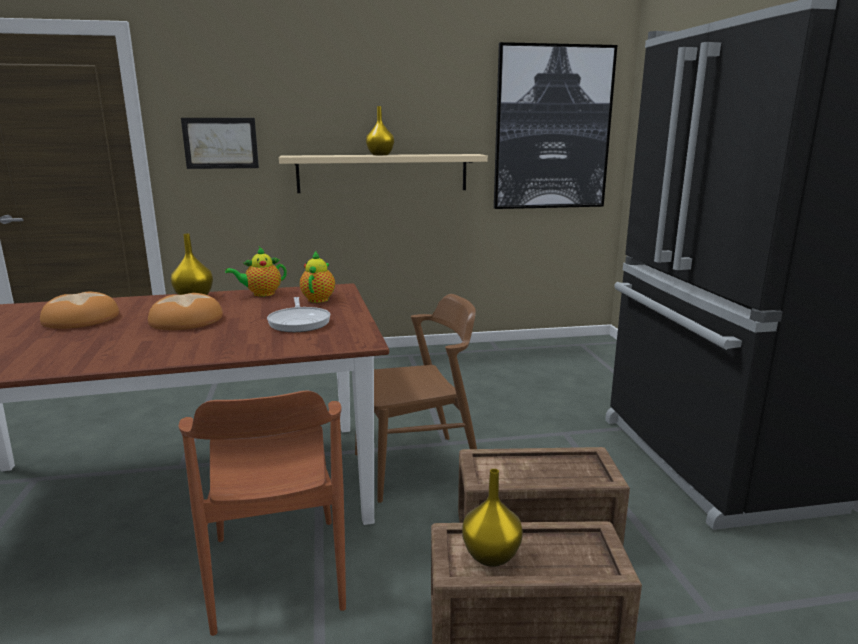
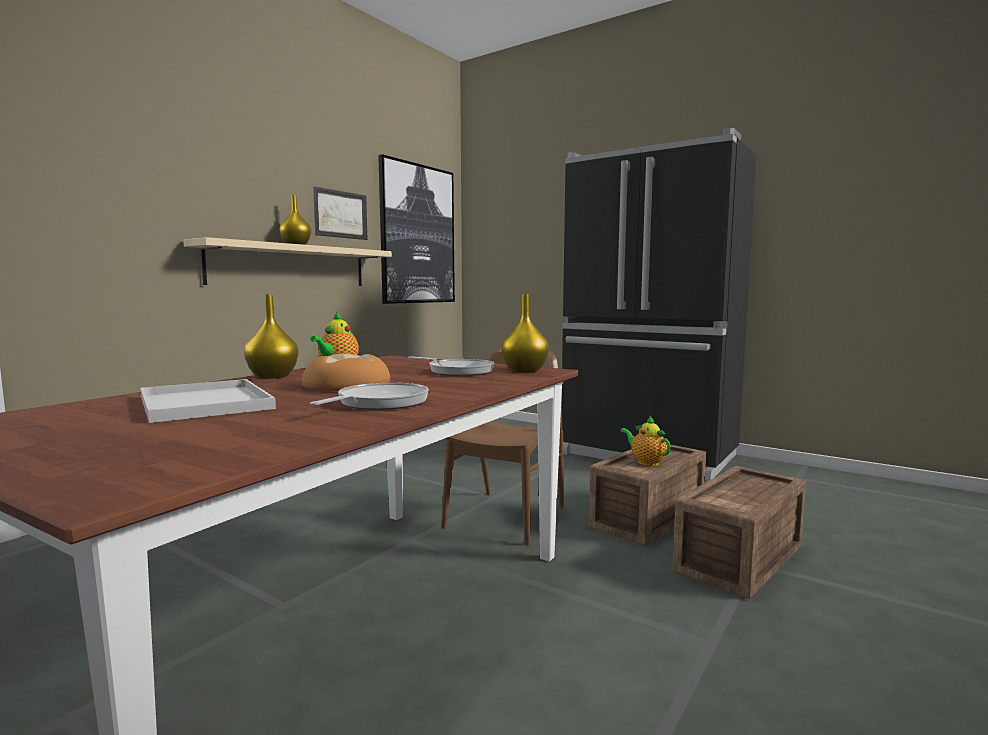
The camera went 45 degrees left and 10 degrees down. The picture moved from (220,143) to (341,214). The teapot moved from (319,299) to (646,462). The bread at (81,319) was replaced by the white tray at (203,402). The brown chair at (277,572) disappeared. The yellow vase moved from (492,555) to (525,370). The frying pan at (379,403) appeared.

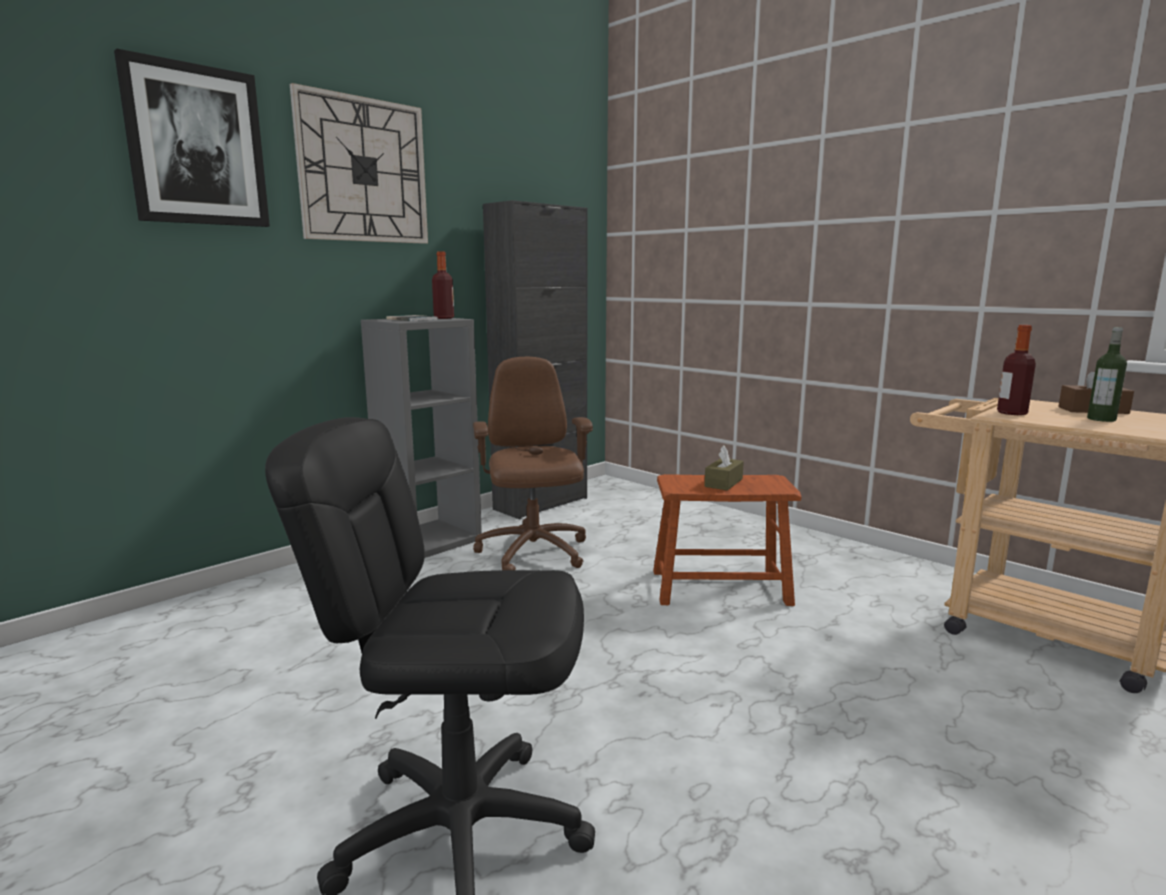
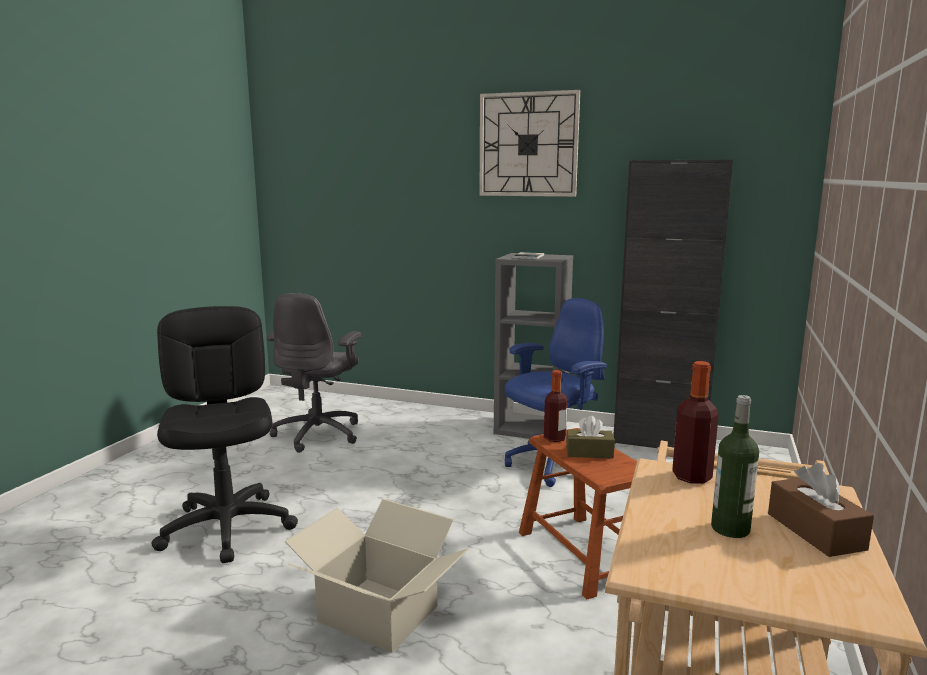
The camera went 65 degrees right and 0 degrees up. The picture at (196,146) disappeared. The bottle moved from (444,318) to (554,438). The brown office chair at (533,553) became the blue office chair at (553,465). The grey office chair at (319,434) appeared. The cardboard box at (377,614) appeared.

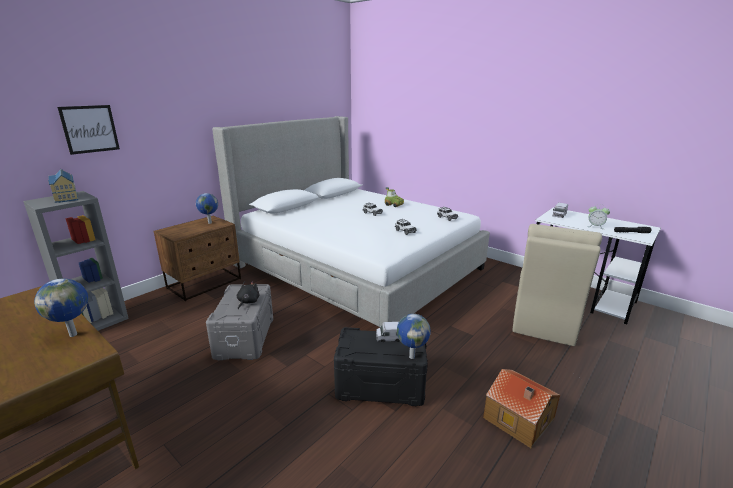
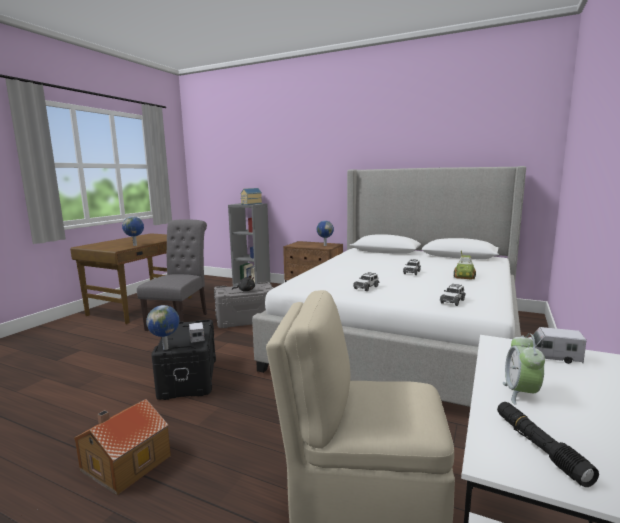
The camera went 75 degrees right and 10 degrees down. The picture at (90,129) disappeared. The grey chair at (180,320) appeared.

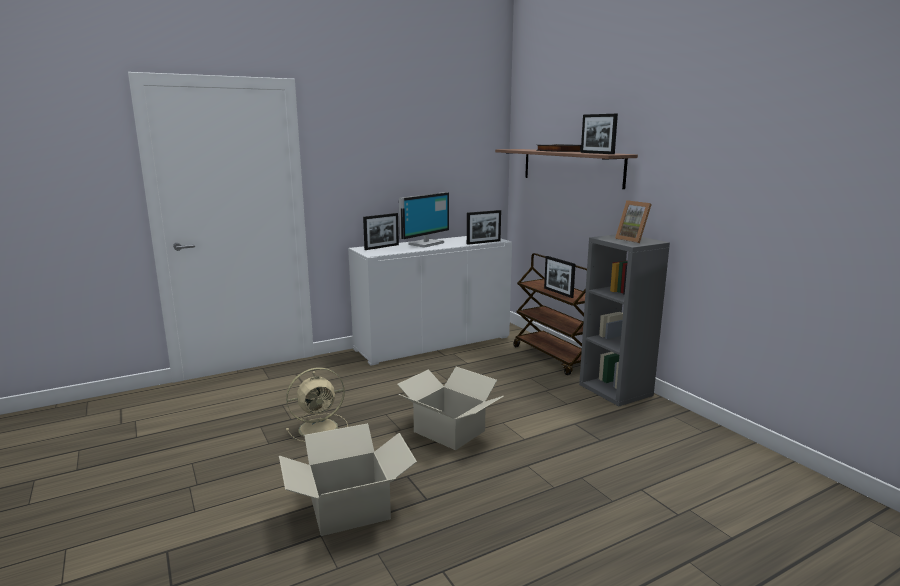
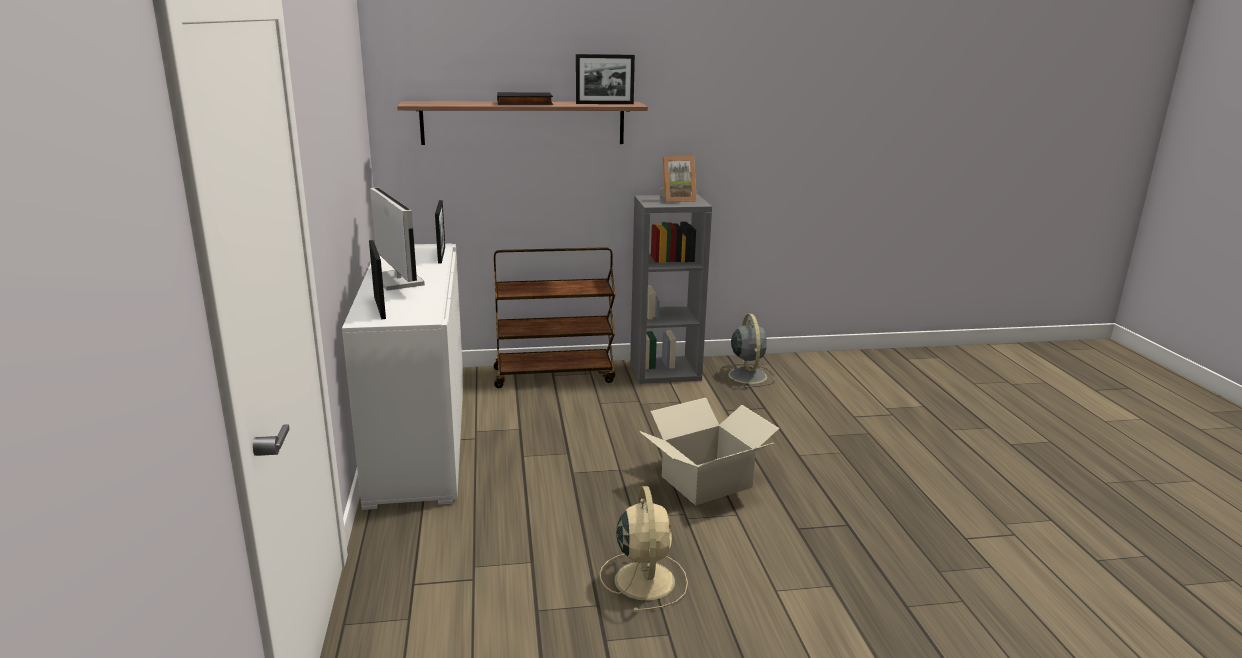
The camera went 70 degrees left and 5 degrees up. The picture frame at (558,292) disappeared. The cardboard box at (349,508) disappeared. The grey fan at (747,375) appeared.

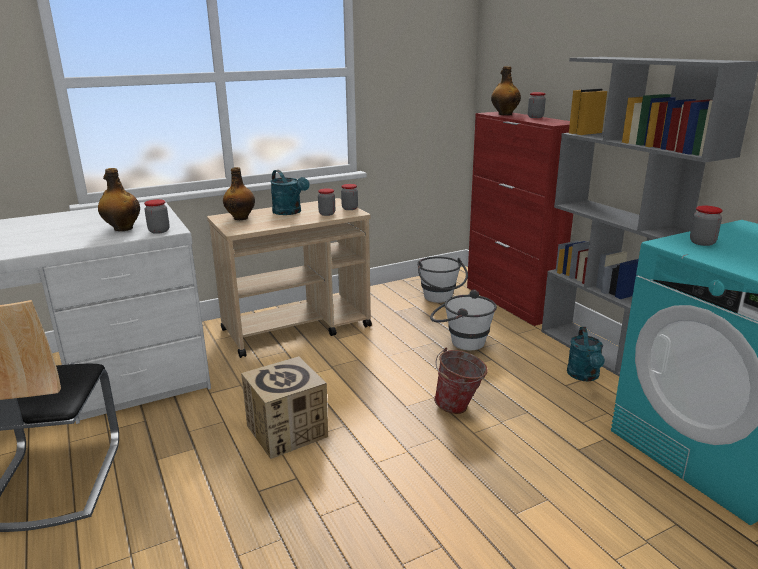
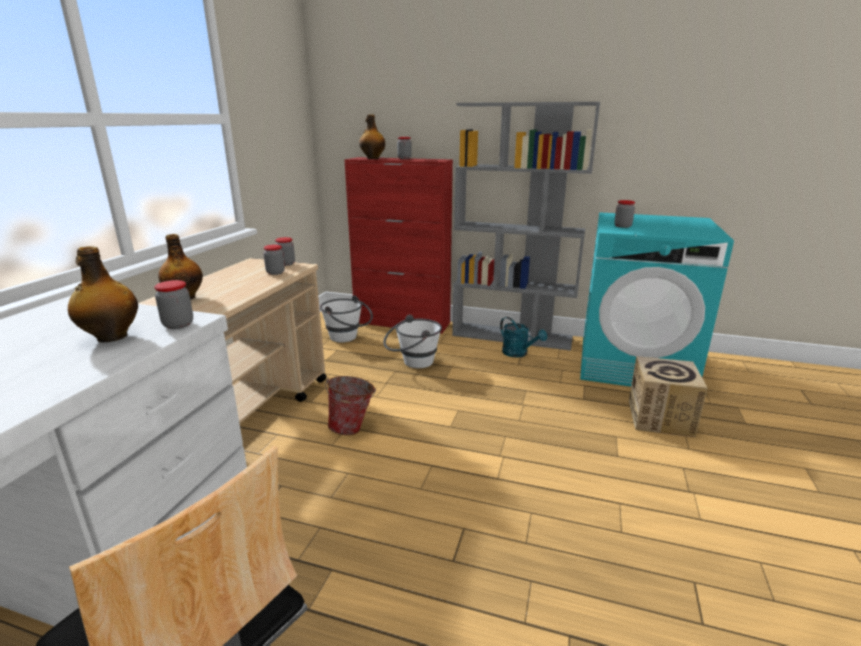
The camera went 45 degrees left and 0 degrees up. The turquoise watering can at (290,212) disappeared. The bucket moved from (459,408) to (353,428). The cardboard box moved from (287,431) to (660,418).

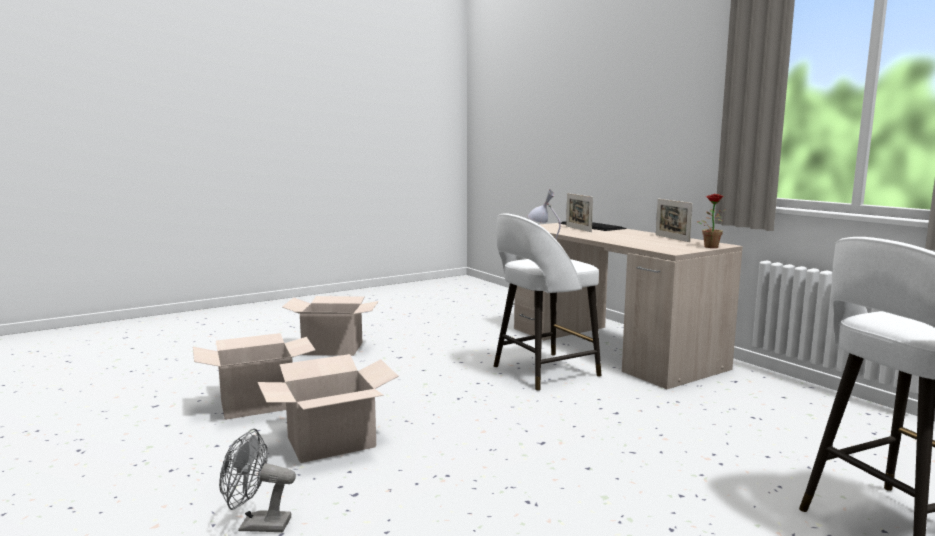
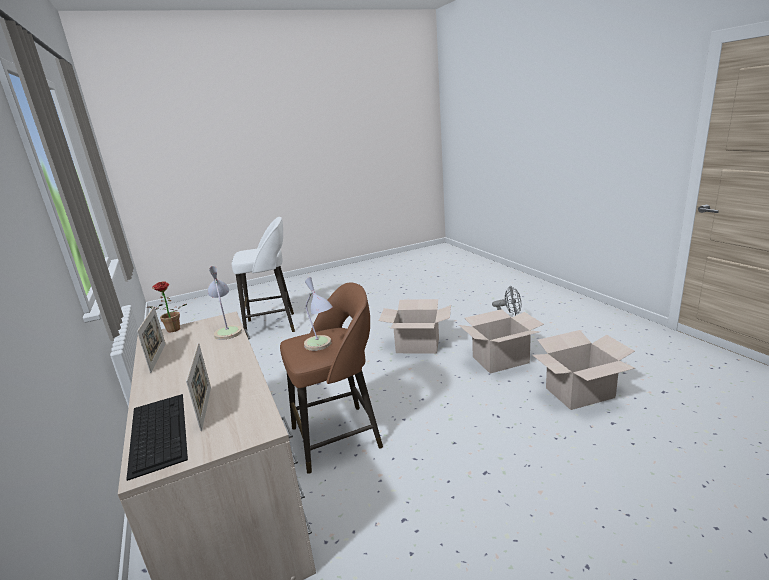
The camera went 170 degrees left and 10 degrees up. The white stool at (543,372) became the brown stool at (339,436). The cardboard box moved from (332,349) to (418,345). The table lamp at (227,331) appeared.

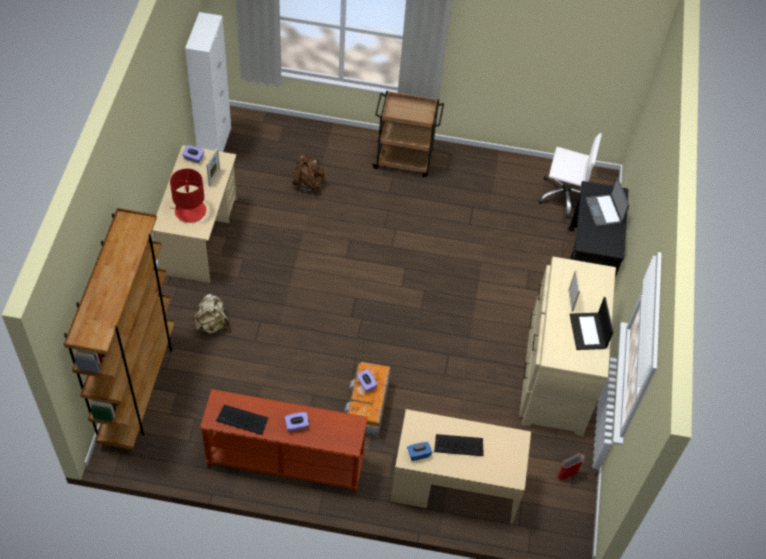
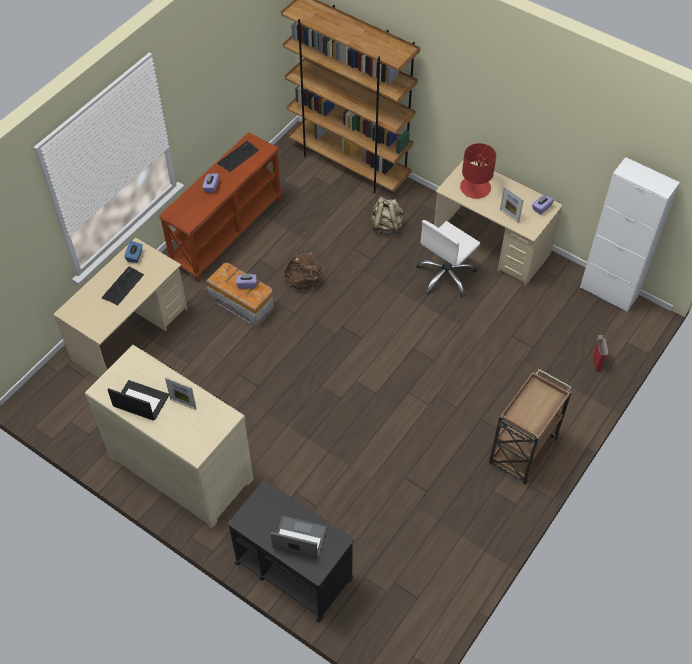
The camera went 120 degrees right and 0 degrees up. The white office chair moved from (564,195) to (446,276). The brown backpack moved from (309,183) to (304,281). The cardboard box moved from (567,475) to (596,363).

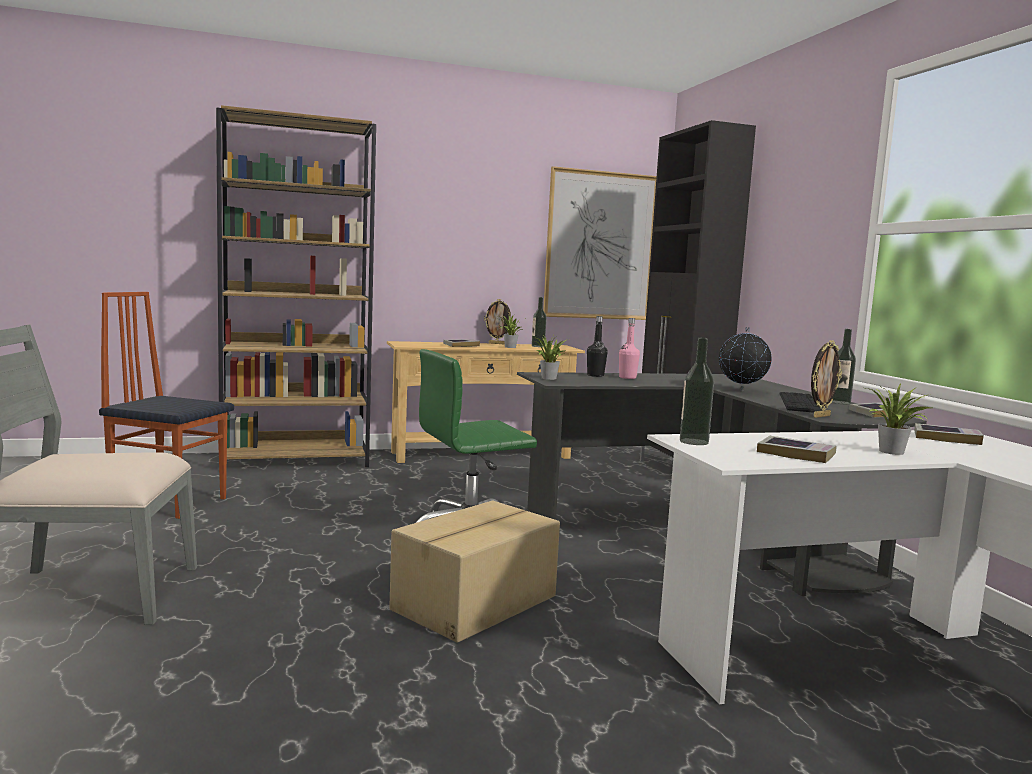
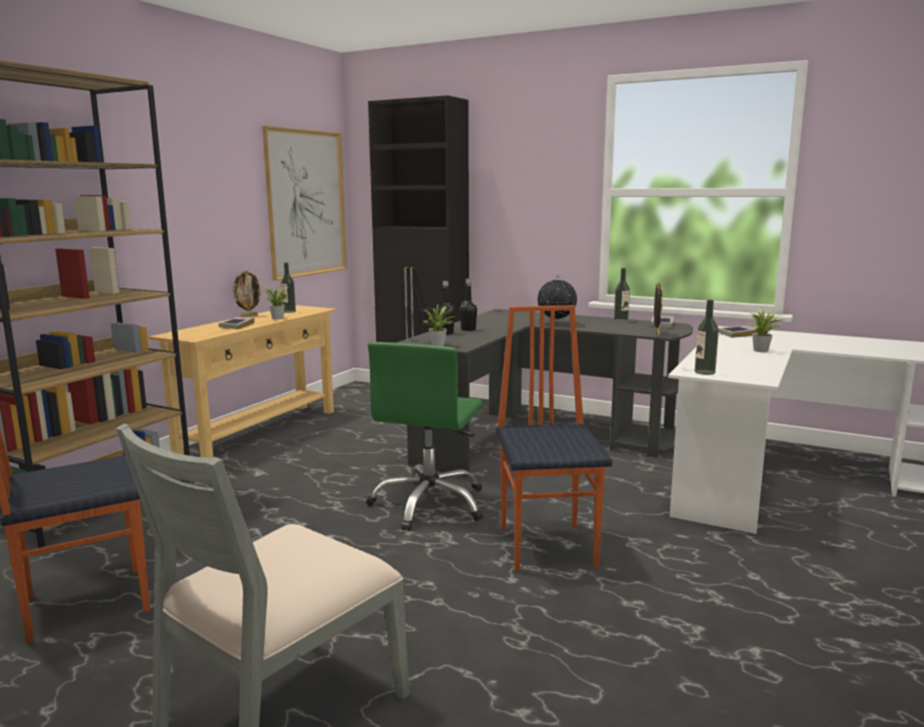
The camera went 45 degrees left and 5 degrees up. The pink bottle at (627,377) became the black bottle at (468,330). The keyboard at (799,402) disappeared. The book at (796,454) disappeared. The cardboard box at (477,603) was replaced by the chair at (549,546).

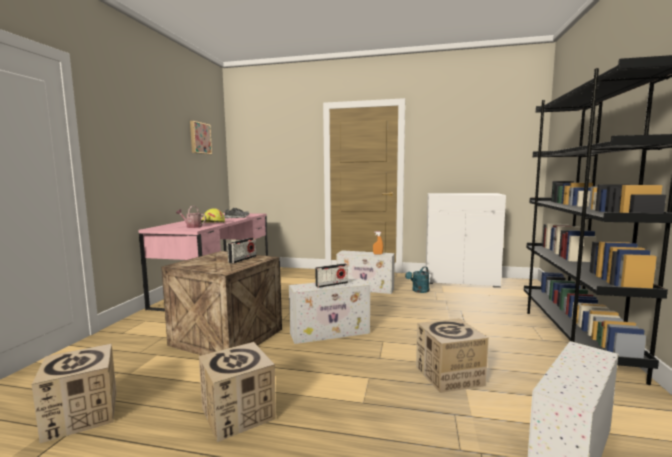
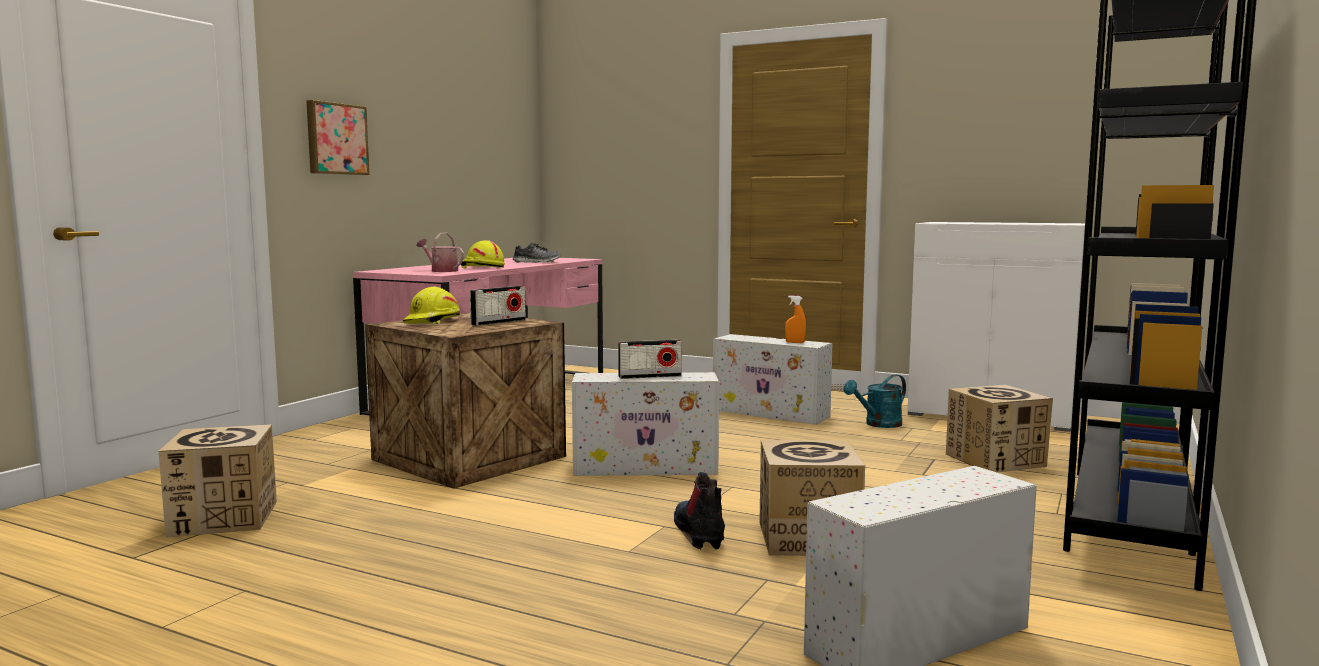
The camera went 15 degrees right and 0 degrees up. The picture moved from (199,138) to (336,139). The cardboard box moved from (238,413) to (995,460). The yellow hard hat at (433,321) appeared. The boot at (700,534) appeared.

